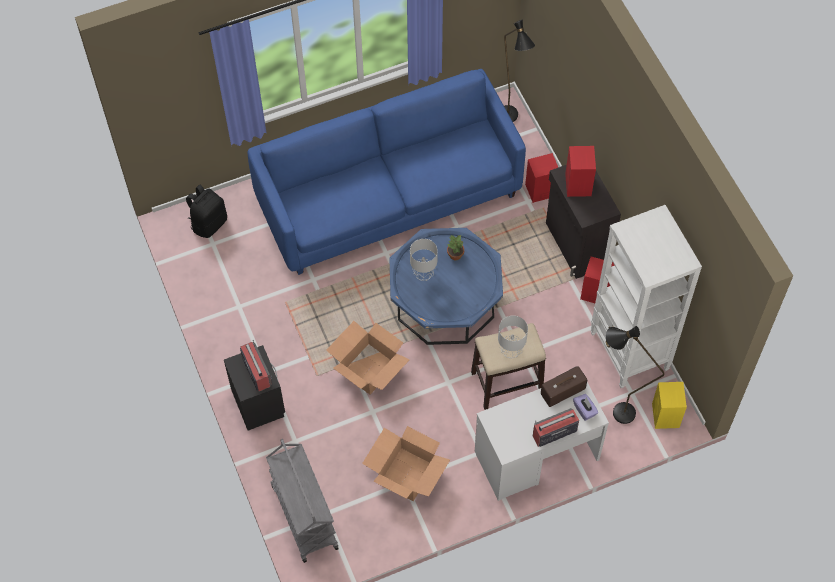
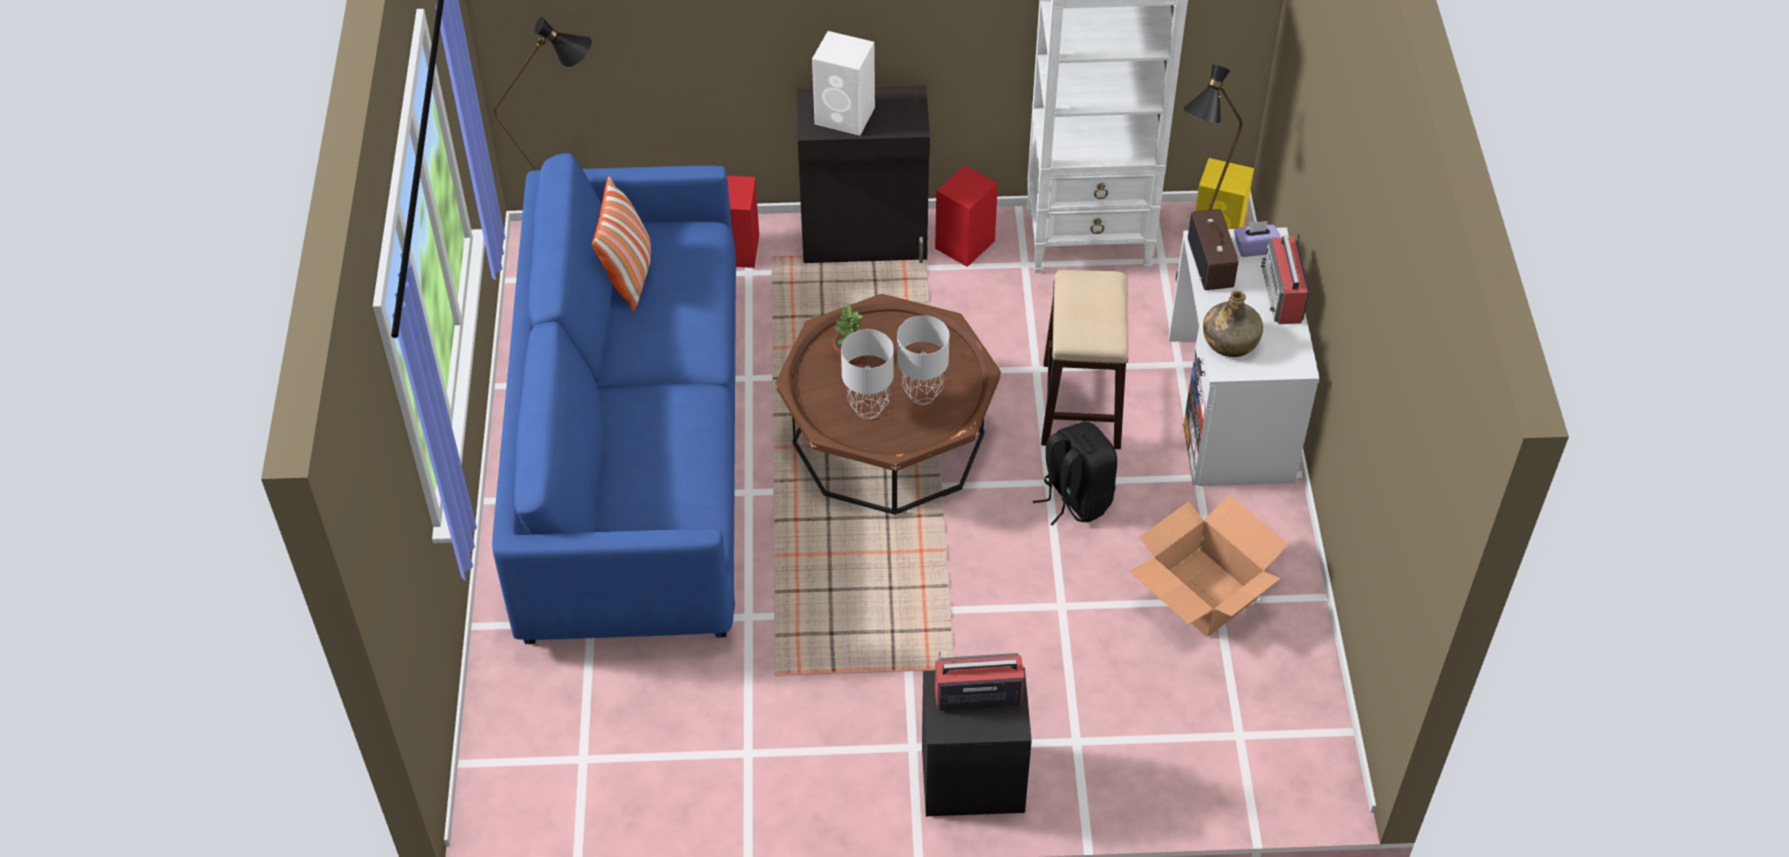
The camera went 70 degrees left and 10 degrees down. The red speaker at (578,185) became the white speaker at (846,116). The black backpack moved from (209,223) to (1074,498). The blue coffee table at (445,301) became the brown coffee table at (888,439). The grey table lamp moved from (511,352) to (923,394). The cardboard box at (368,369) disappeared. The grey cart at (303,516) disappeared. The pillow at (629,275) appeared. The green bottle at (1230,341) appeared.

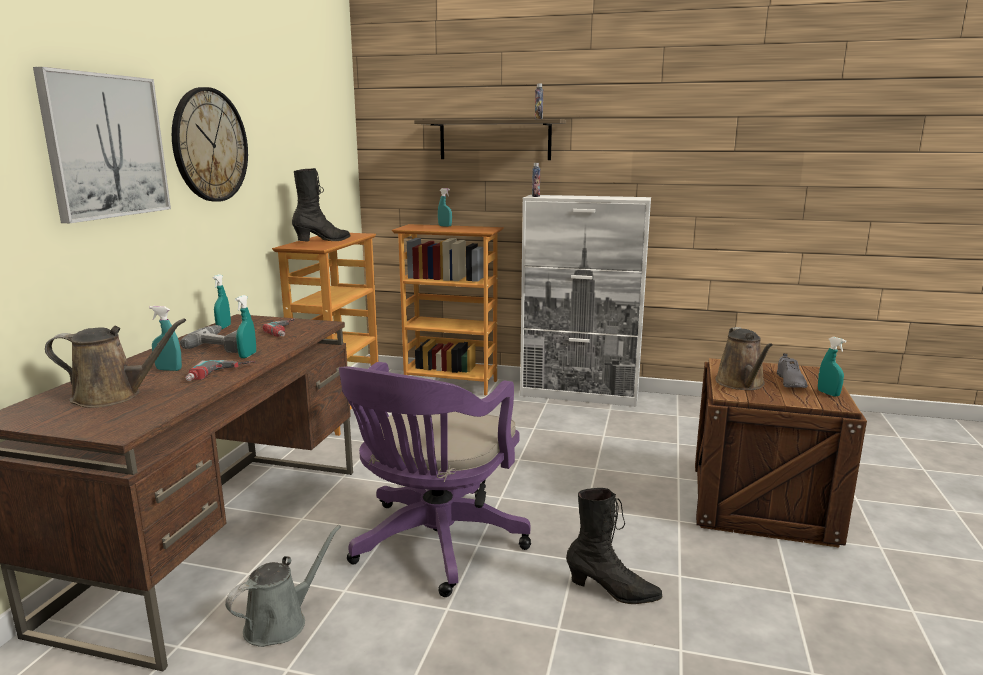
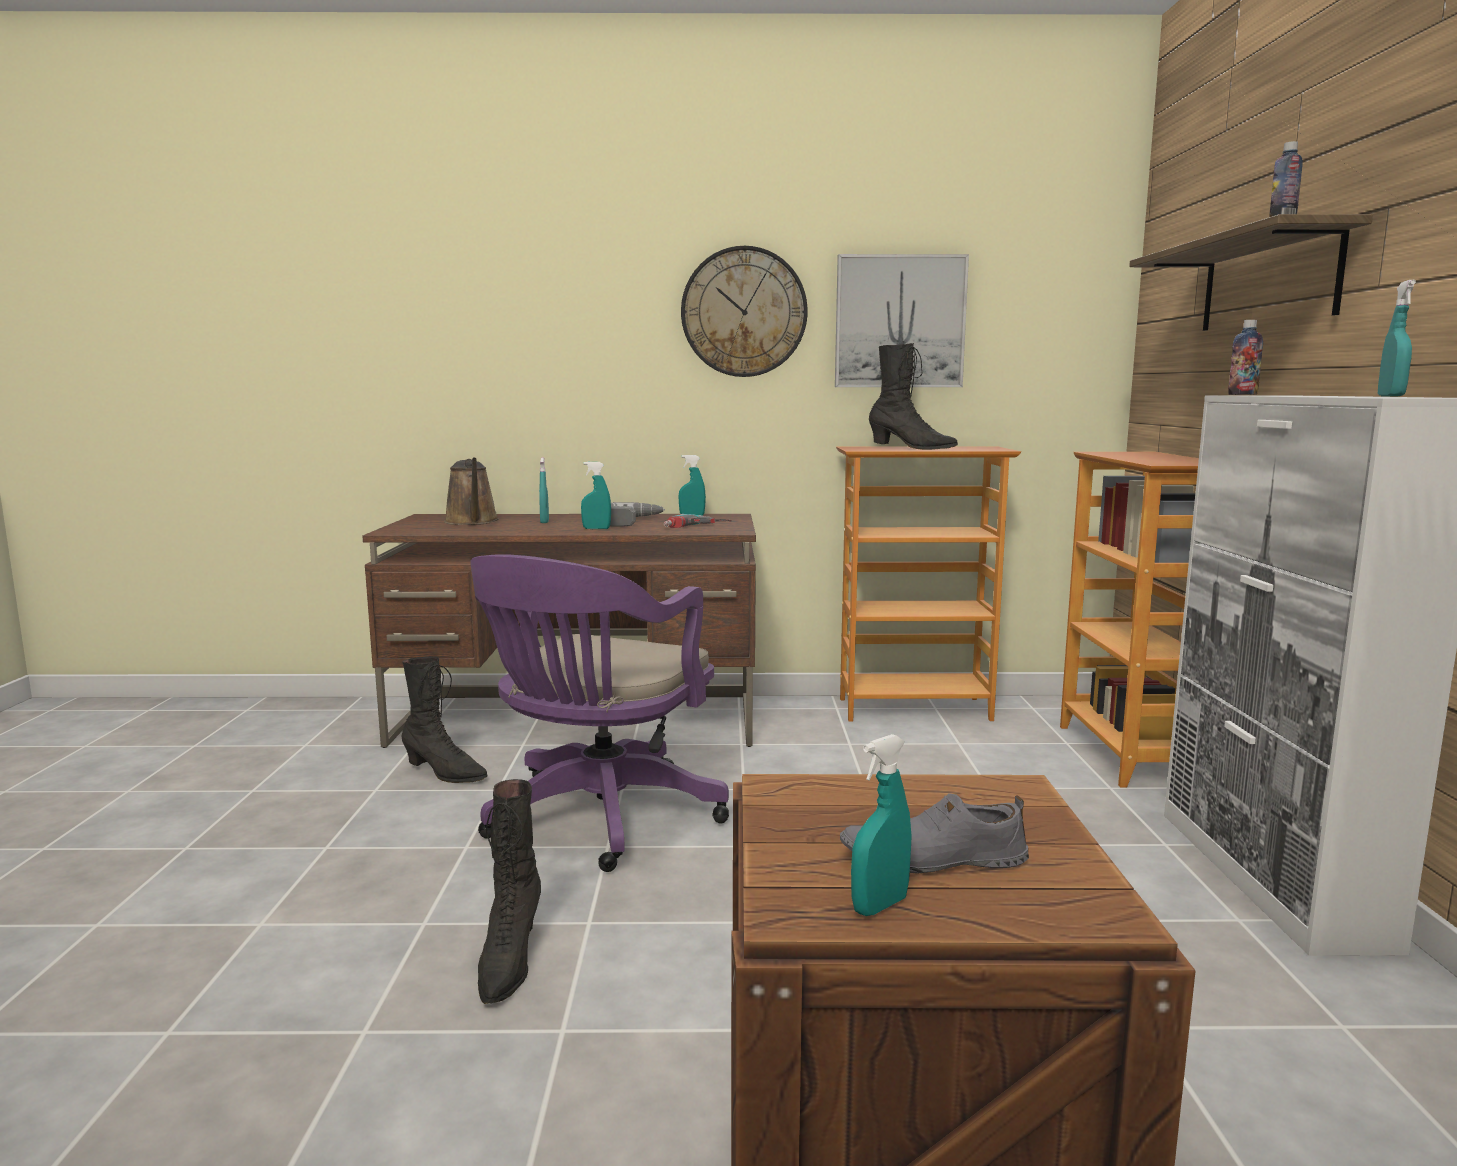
The camera went 75 degrees right and 5 degrees down. The picture moved from (105,146) to (899,322). The turquoise spray bottle moved from (445,226) to (1390,396). The brown watering can at (741,384) disappeared. The power drill at (221,375) disappeared. The purple office chair at (433,545) turned 75 degrees counterclockwise. The grey watering can at (281,622) was replaced by the black boot at (444,773).

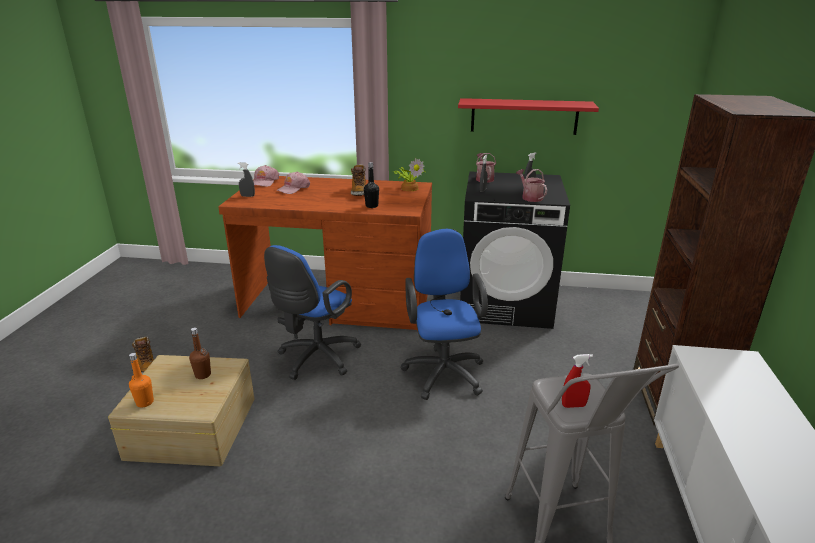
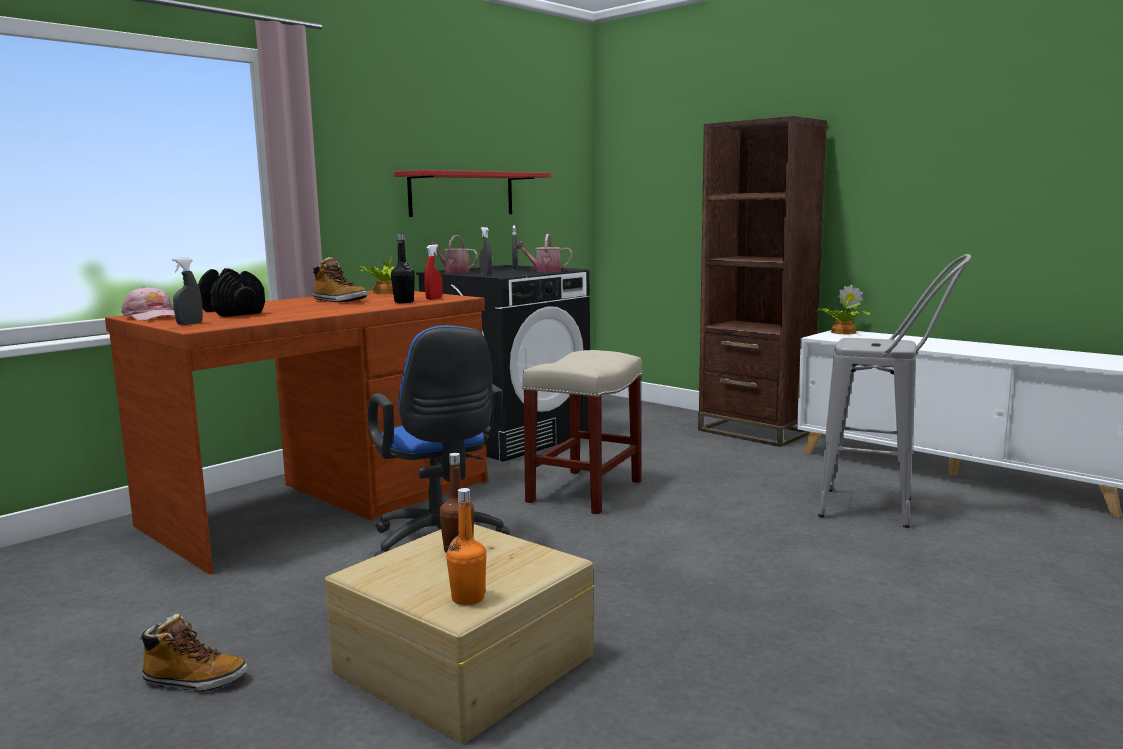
The camera went 55 degrees left and 15 degrees down. The pink cap at (293,188) was replaced by the black dumbbell at (233,312). The blue office chair at (443,371) was replaced by the beige stool at (585,490). The red spray bottle moved from (573,405) to (434,298). The potted plant at (842,332) appeared.

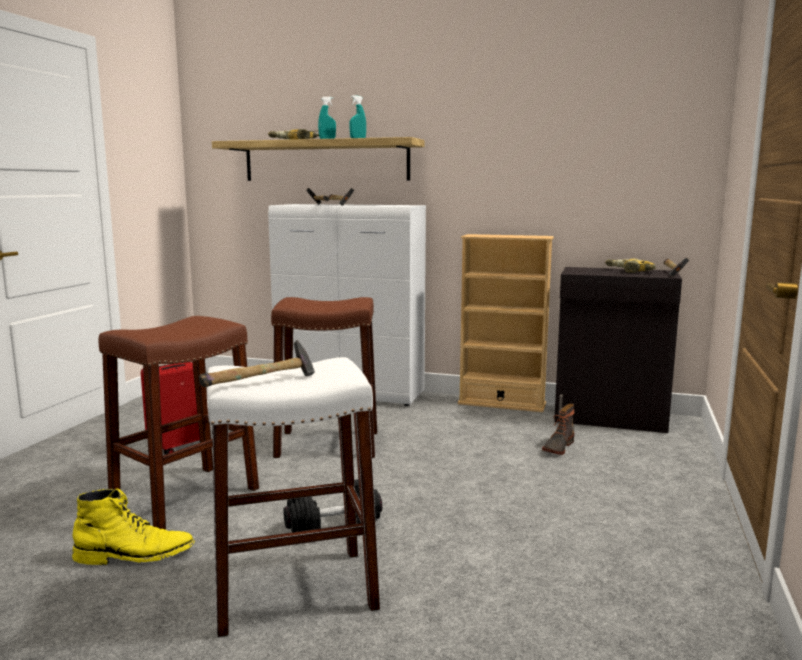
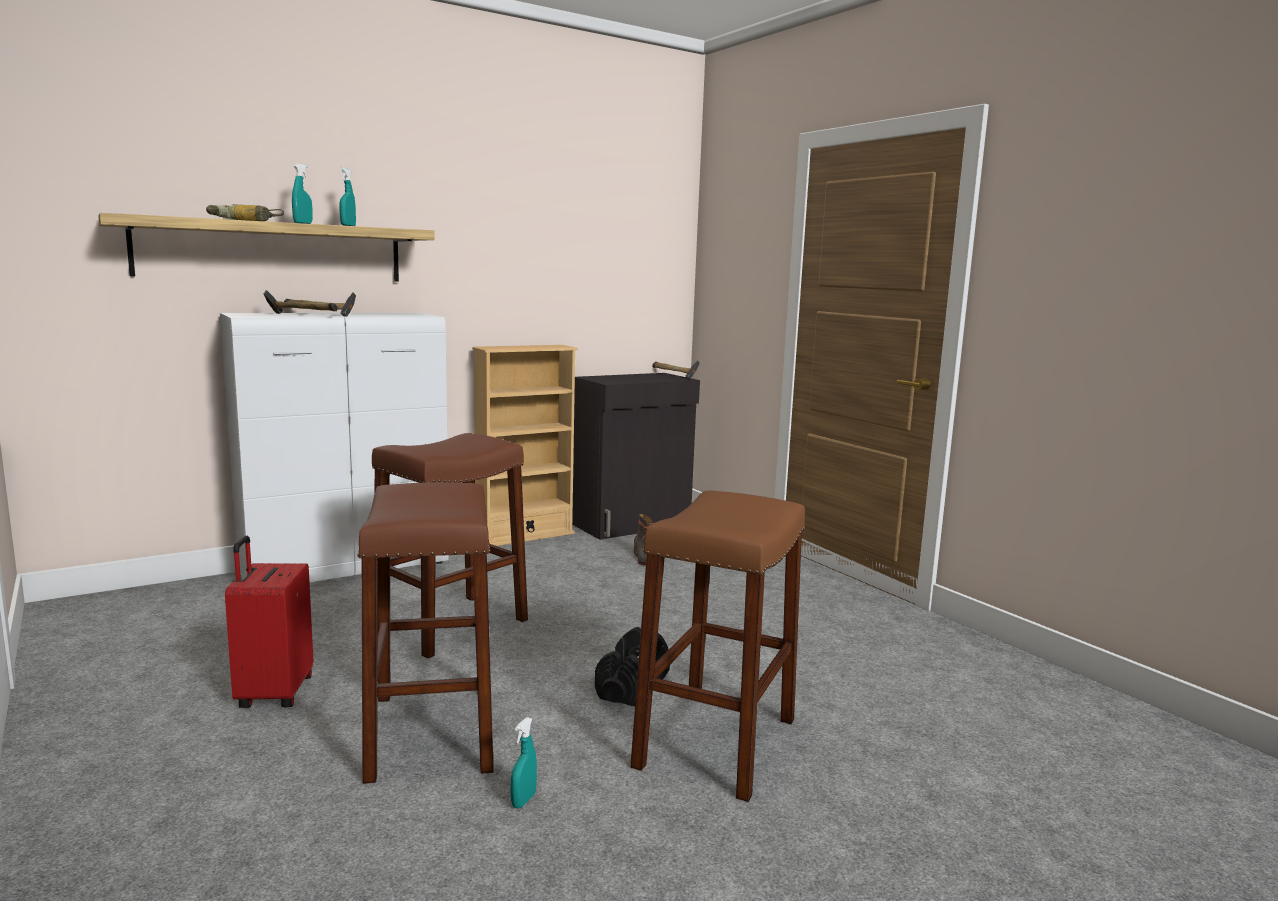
The camera went 50 degrees left and 0 degrees up. The power drill at (629,271) disappeared. The hammer at (262,383) disappeared. The white stool at (293,590) became the brown stool at (716,743). The yellow boot at (135,555) was replaced by the turquoise spray bottle at (523,800).

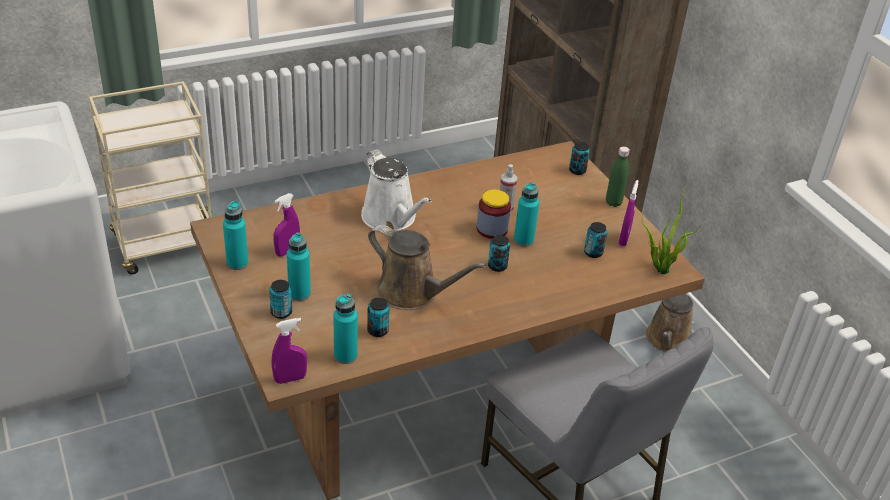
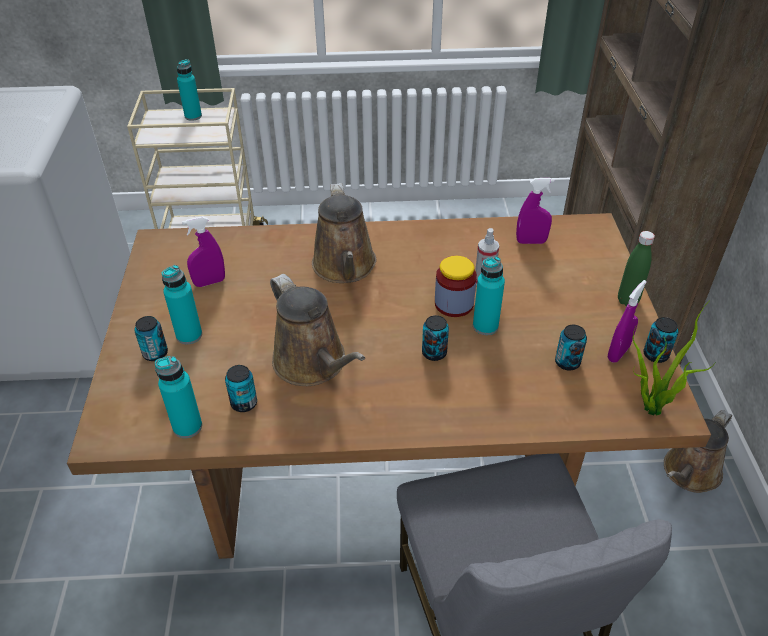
The camera went 25 degrees right and 5 degrees up. The can moved from (577,170) to (655,355). The white watering can at (391,218) became the brown watering can at (345,267). The turquoise bottle moved from (237,263) to (193,116). The purple spray bottle moved from (290,379) to (531,241).

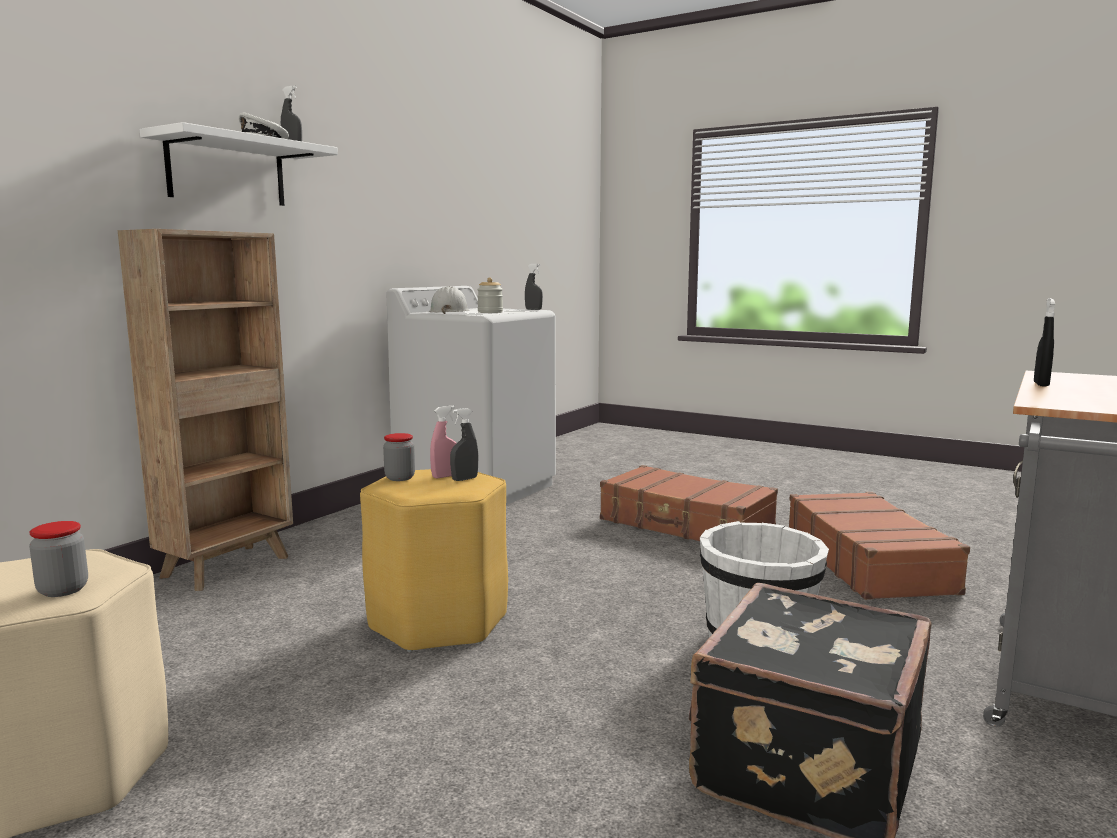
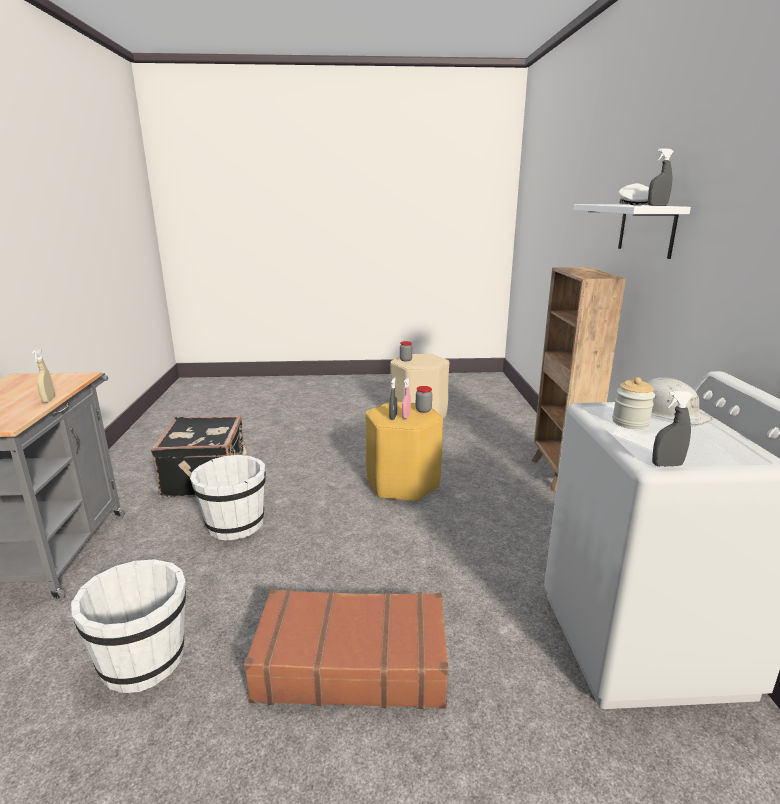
The camera went 145 degrees right and 10 degrees up. The black spray bottle at (1041,384) became the beige spray bottle at (48,400). The brown suitcase at (868,562) was replaced by the white bucket at (144,660).

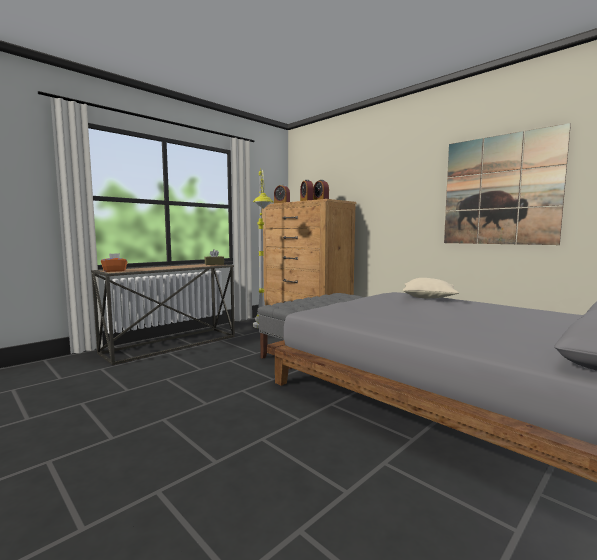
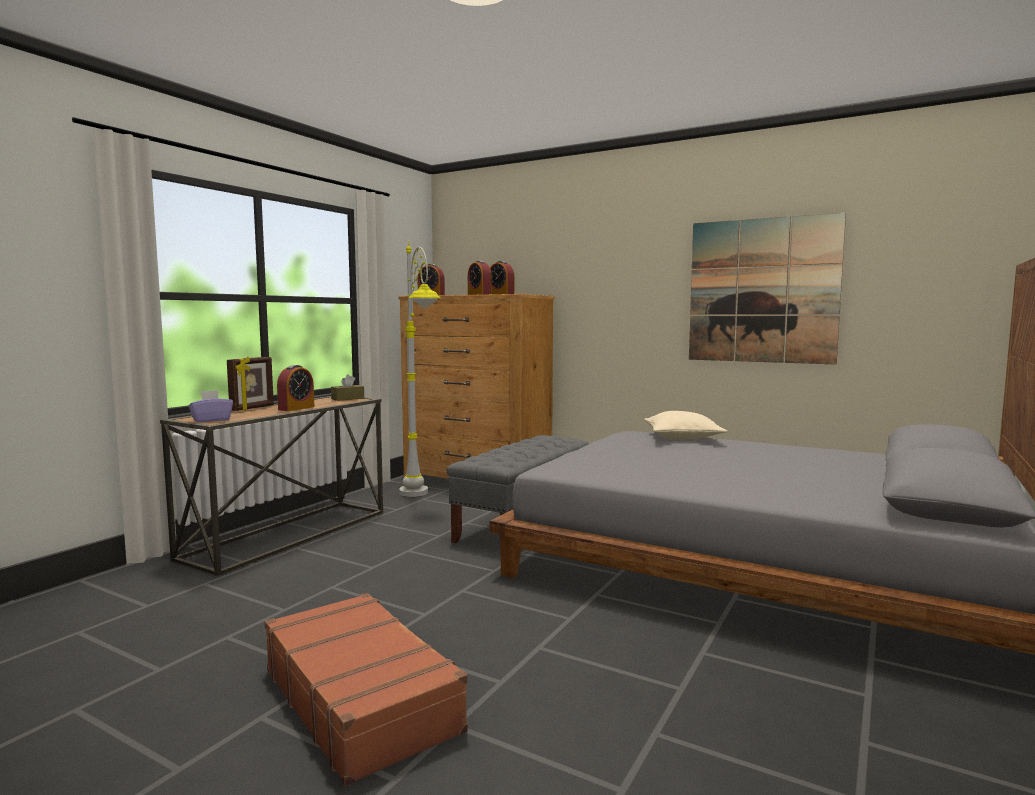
The camera went 15 degrees left and 0 degrees up. The orange tissue box at (115,271) became the purple tissue box at (211,420). The picture frame at (253,408) appeared. The alarm clock at (296,408) appeared. The brown suitcase at (361,699) appeared.

